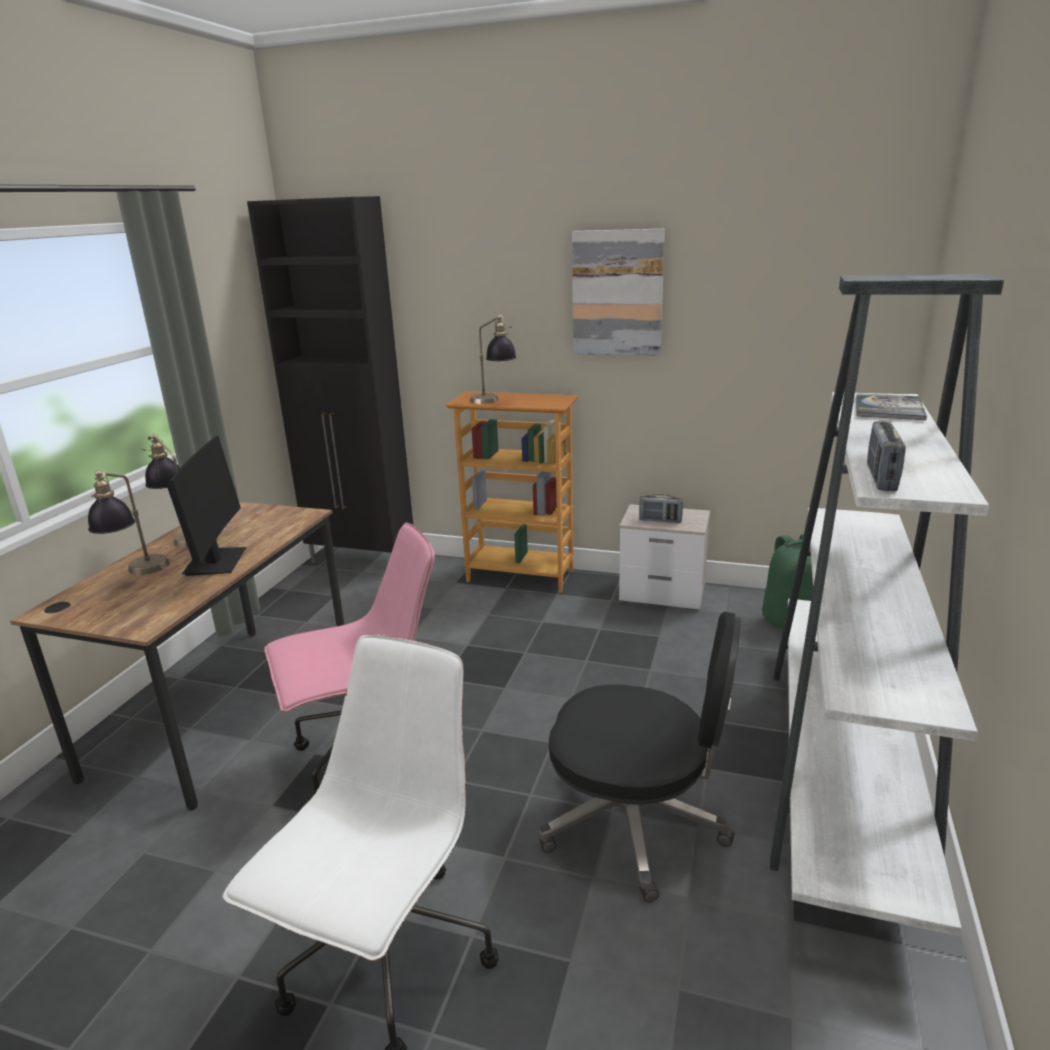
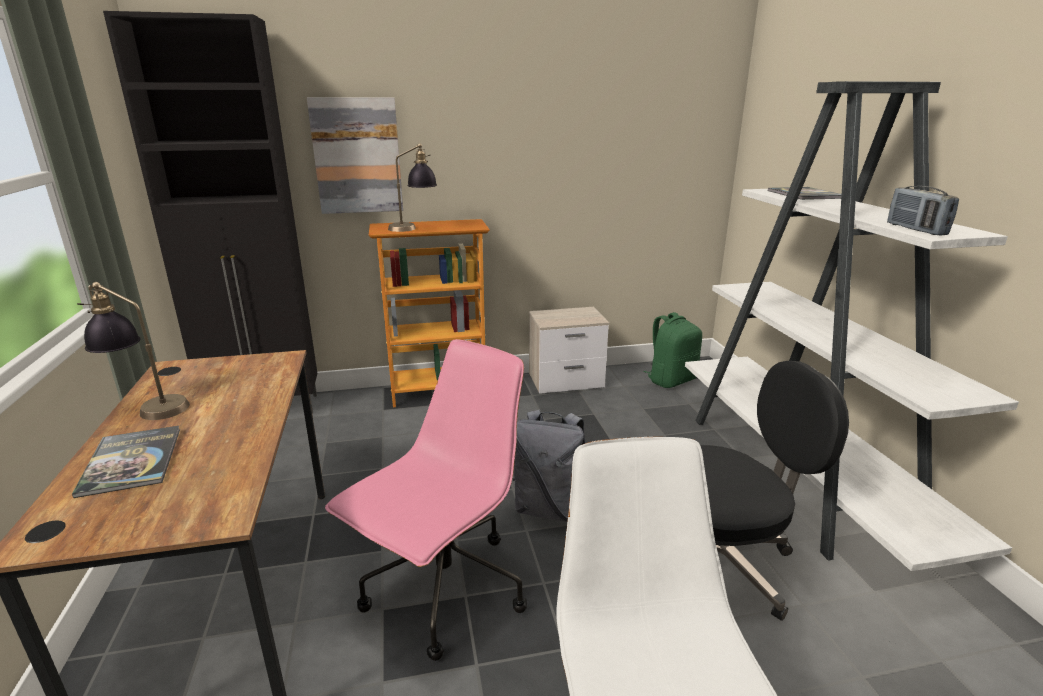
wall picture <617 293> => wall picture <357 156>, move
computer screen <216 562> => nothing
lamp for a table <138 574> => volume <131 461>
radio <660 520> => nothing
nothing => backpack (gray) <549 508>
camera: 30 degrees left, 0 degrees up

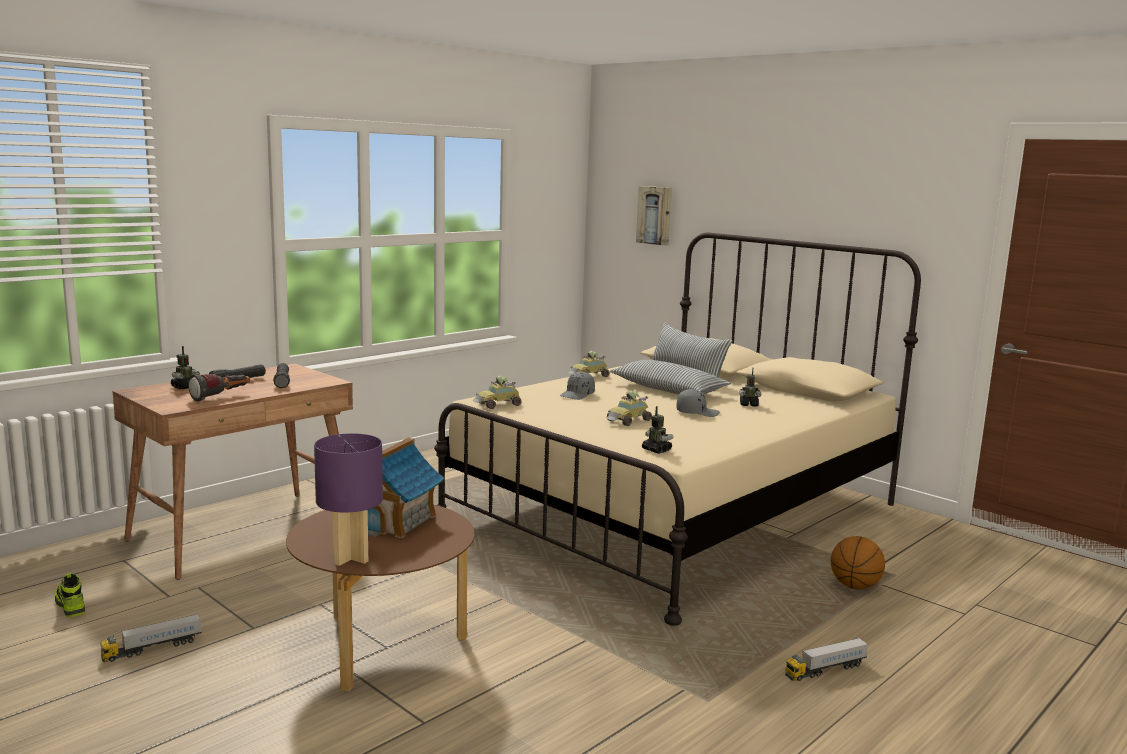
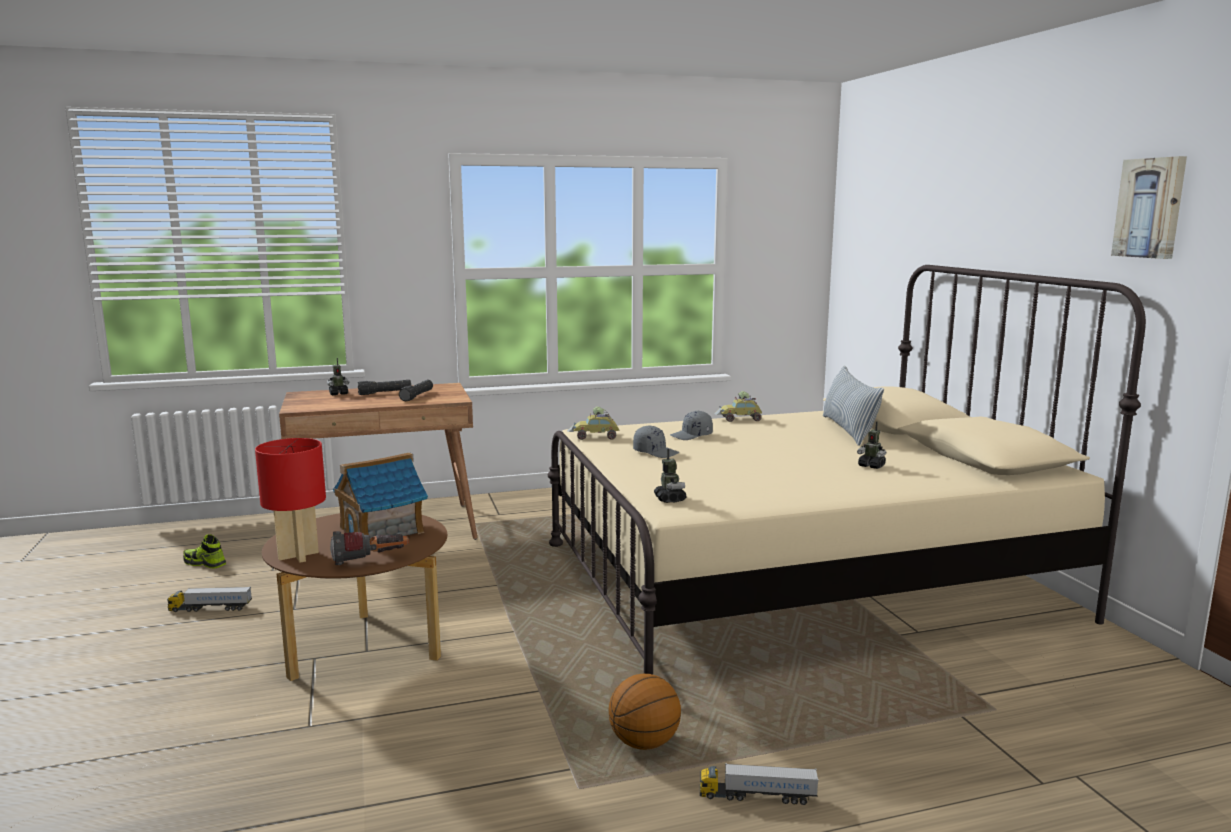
wall picture <655 215> => wall picture <1151 208>, move
cushion <668 390> => nothing
flashlight <221 397> => flashlight <371 560>, move
cap (gray) <697 413> => cap (gray) <655 452>, move
miniature car <628 421> => nothing
lamp for a table (purple-coloured) <351 558> => lamp for a table (red) <299 555>
ball for basketball <855 586> => ball for basketball <644 743>, move
low shoe <70 606> => low shoe <205 563>, 60 degrees counterclockwise
camera: 30 degrees right, 0 degrees up

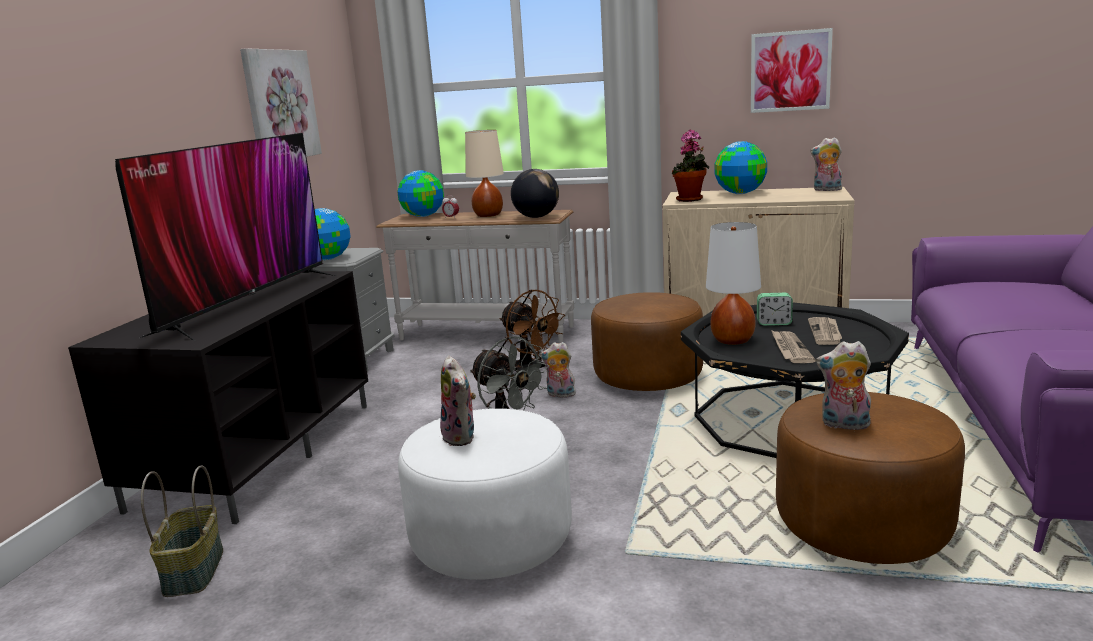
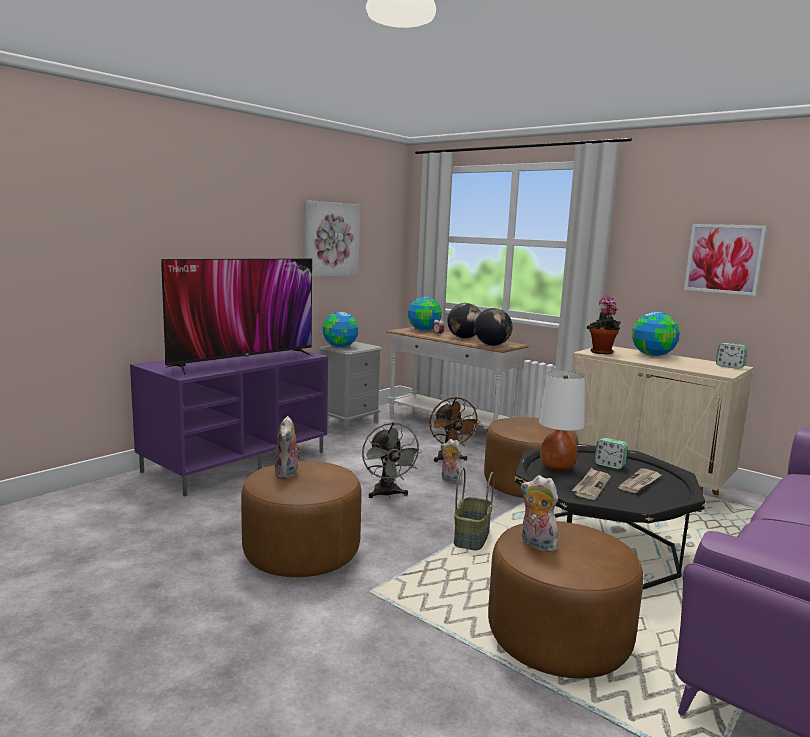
lamp for a table (sand-coloured) <488 215> => desk globe <464 338>
soft toy <826 190> => table clock <729 366>
tv stand (black-coloured) <258 452> => tv stand (purple-coloured) <237 461>
footrest (whitish) <491 539> => footrest (brown) <301 553>
household basket <195 571> => household basket <472 538>, move
camera: 25 degrees right, 5 degrees down

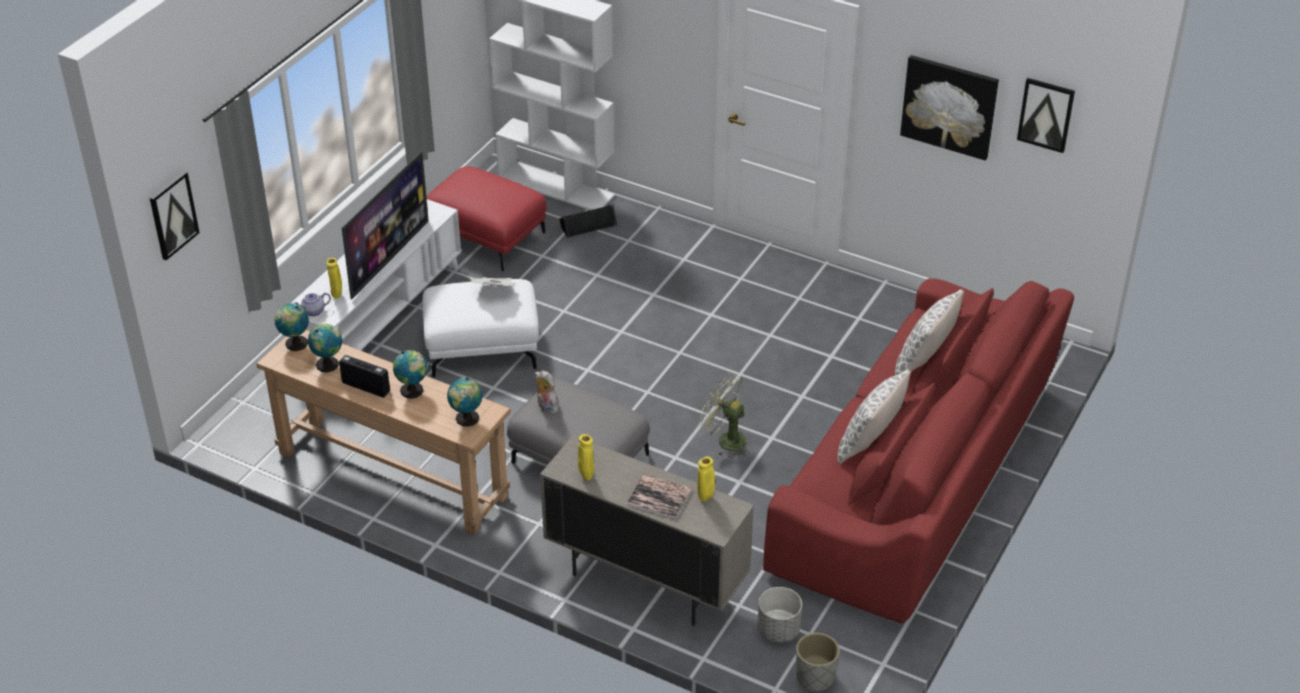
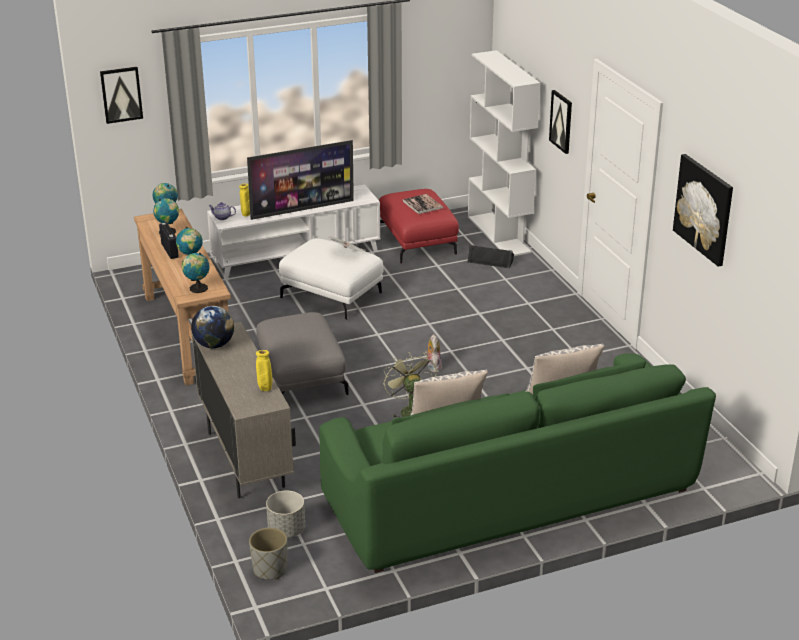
wall picture <1046 114> => wall picture <561 121>, move
settee (red) <917 479> => settee (green) <510 496>
soft toy <546 407> => soft toy <432 367>, move
flower vase (yellow) <586 476> => desk globe <214 345>
volume <659 497> => volume <422 204>, move
camera: 40 degrees right, 10 degrees down

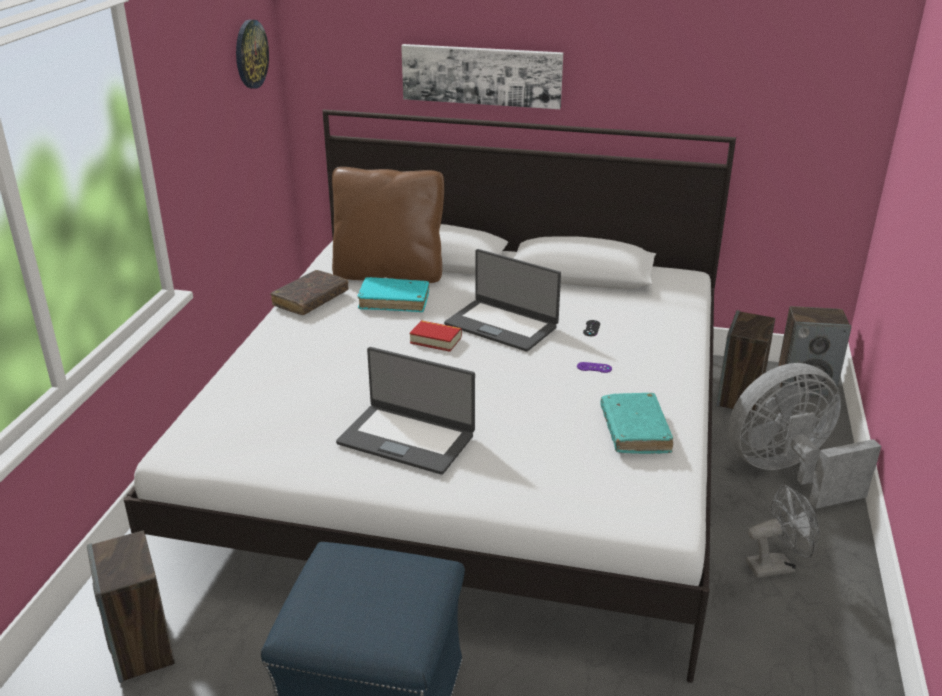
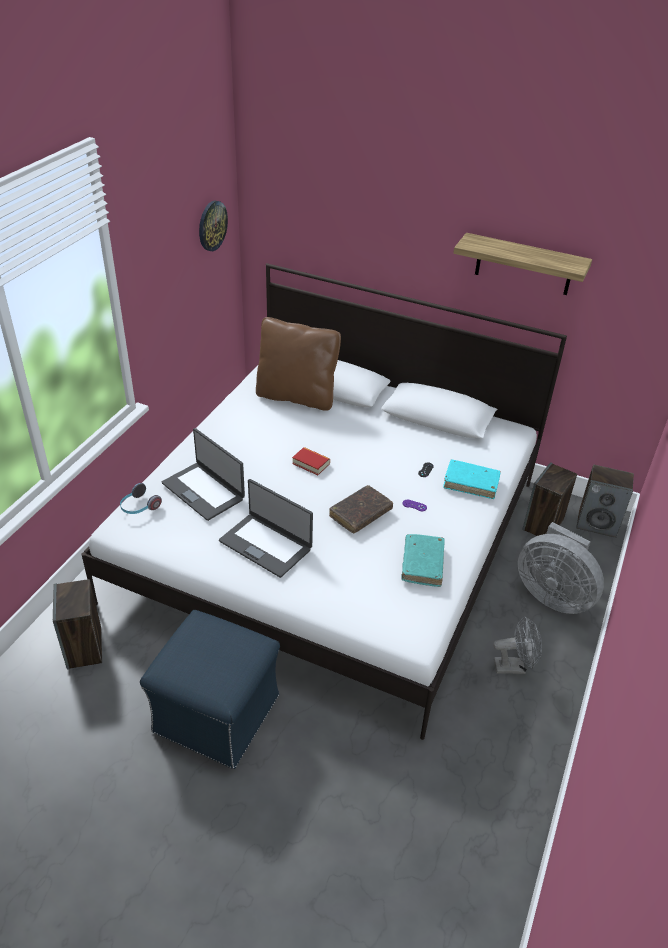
wall picture <482 75> => nothing
notebook computer <502 325> => notebook computer <204 491>, move
volume (brown) <310 299> => volume (brown) <360 514>, move
volume (turquoise-coloured) <394 301> => volume (turquoise-coloured) <471 483>, move
electric fan (gray) <788 473> => electric fan (gray) <553 595>, 135 degrees counterclockwise
nothing => bracket shelf <524 265>
nothing => pair of headphones <139 507>
camera: 10 degrees right, 10 degrees up

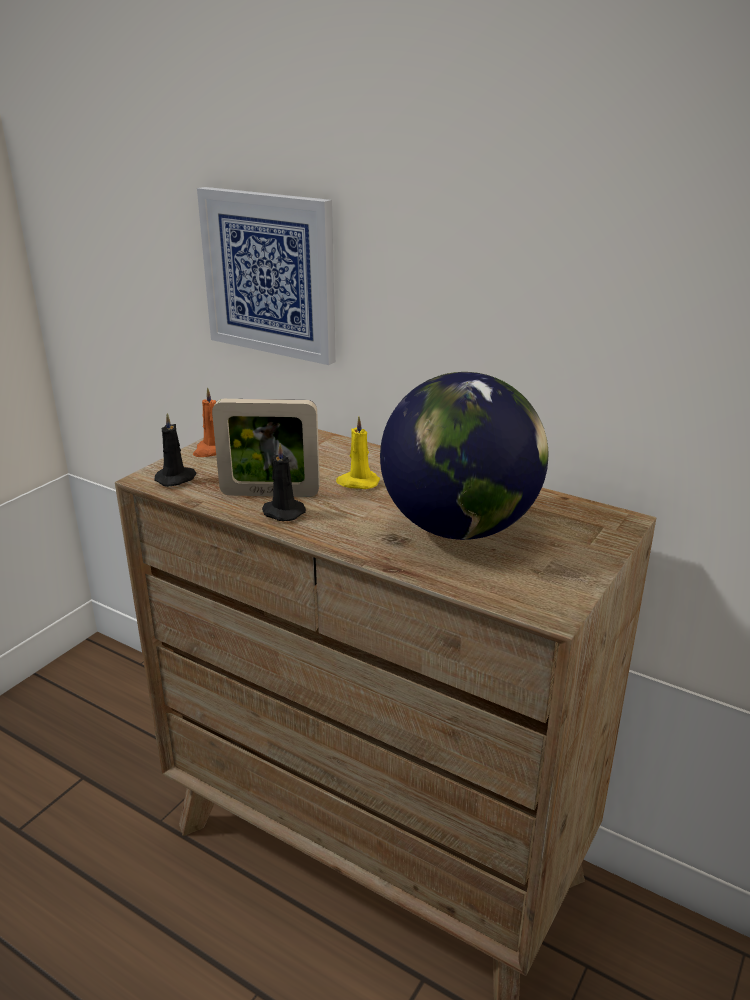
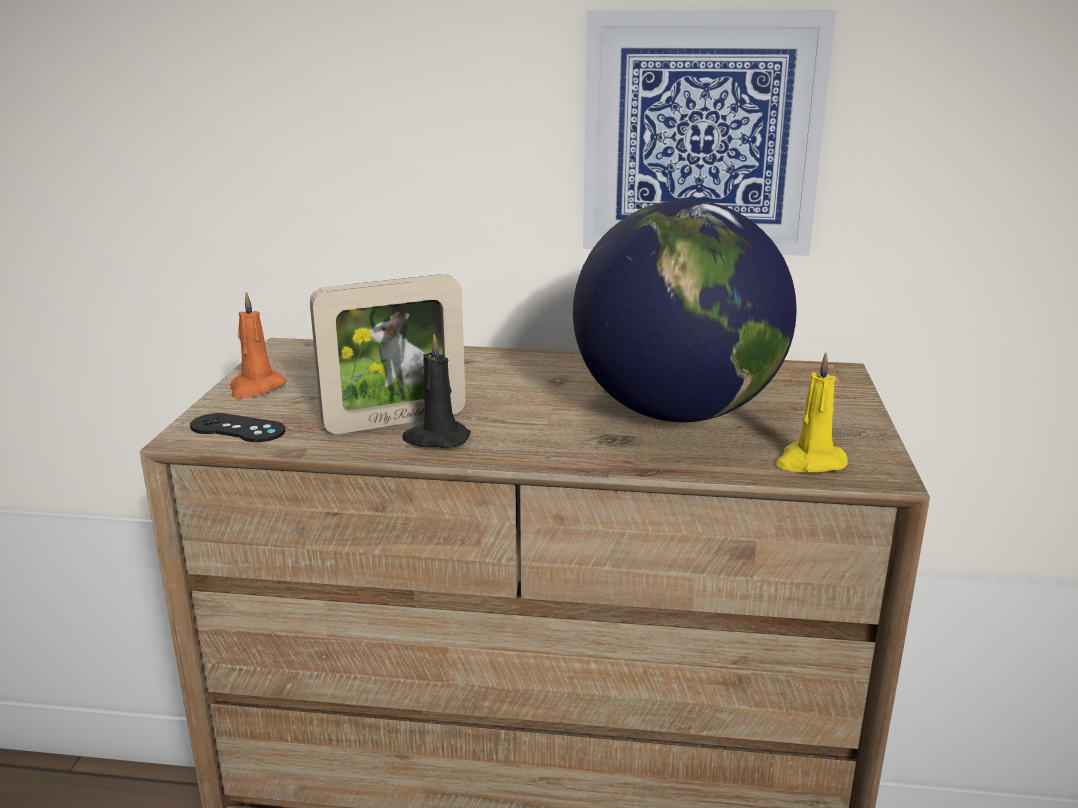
wall picture <270 274> => wall picture <701 134>, move
candle (black-coloured) <177 478> => gamepad (black-coloured) <237 428>
candle (yellow) <357 482> => candle (yellow) <809 462>, move
camera: 25 degrees left, 5 degrees down

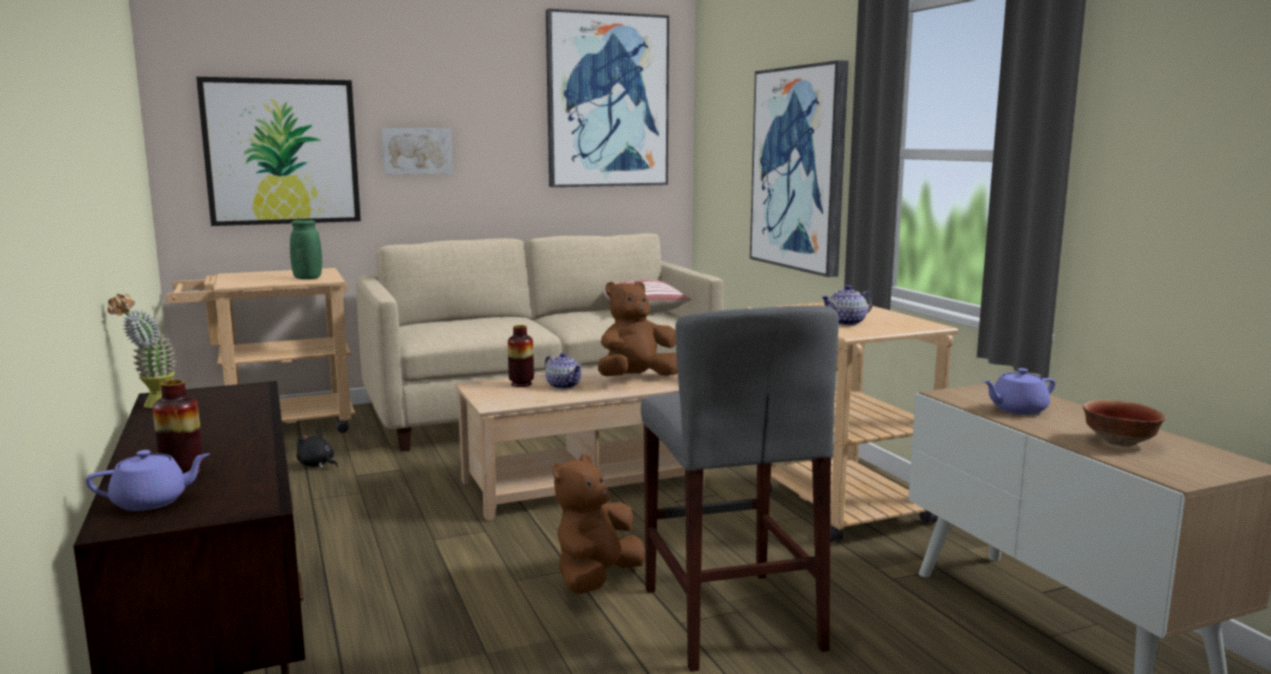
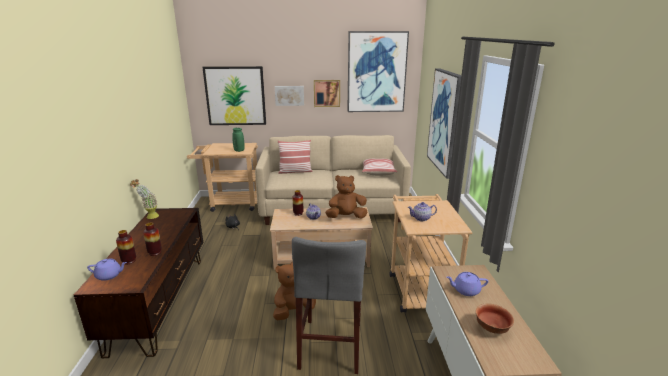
nothing => wall picture <326 93>
nothing => cushion <295 171>
nothing => flower vase <155 253>
camera: 20 degrees right, 10 degrees up

